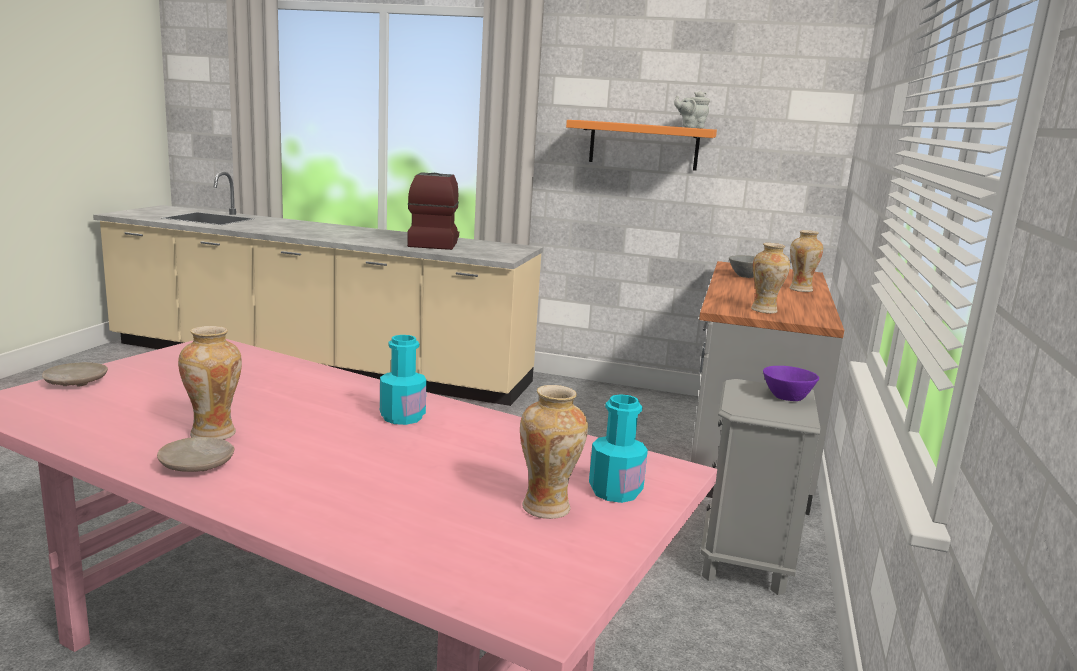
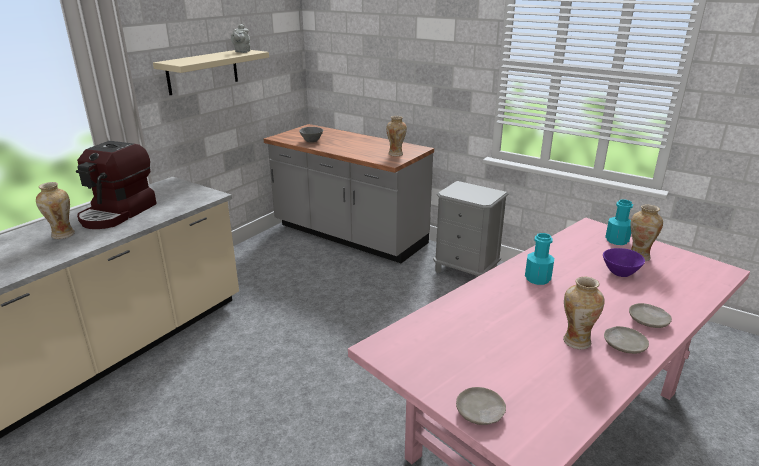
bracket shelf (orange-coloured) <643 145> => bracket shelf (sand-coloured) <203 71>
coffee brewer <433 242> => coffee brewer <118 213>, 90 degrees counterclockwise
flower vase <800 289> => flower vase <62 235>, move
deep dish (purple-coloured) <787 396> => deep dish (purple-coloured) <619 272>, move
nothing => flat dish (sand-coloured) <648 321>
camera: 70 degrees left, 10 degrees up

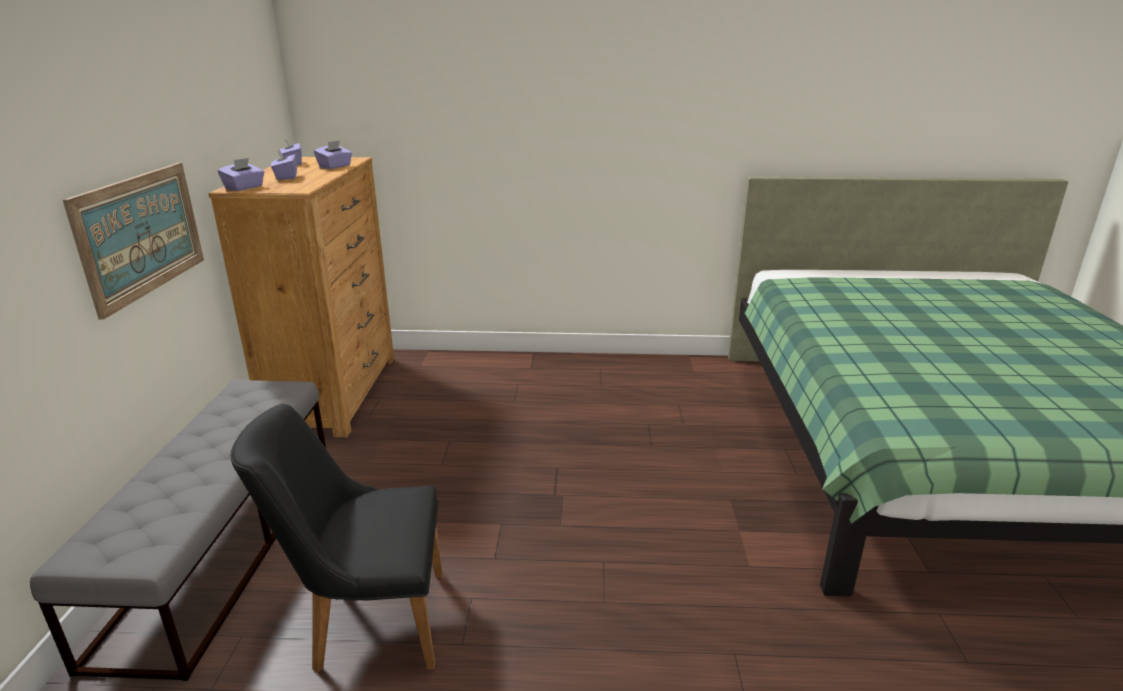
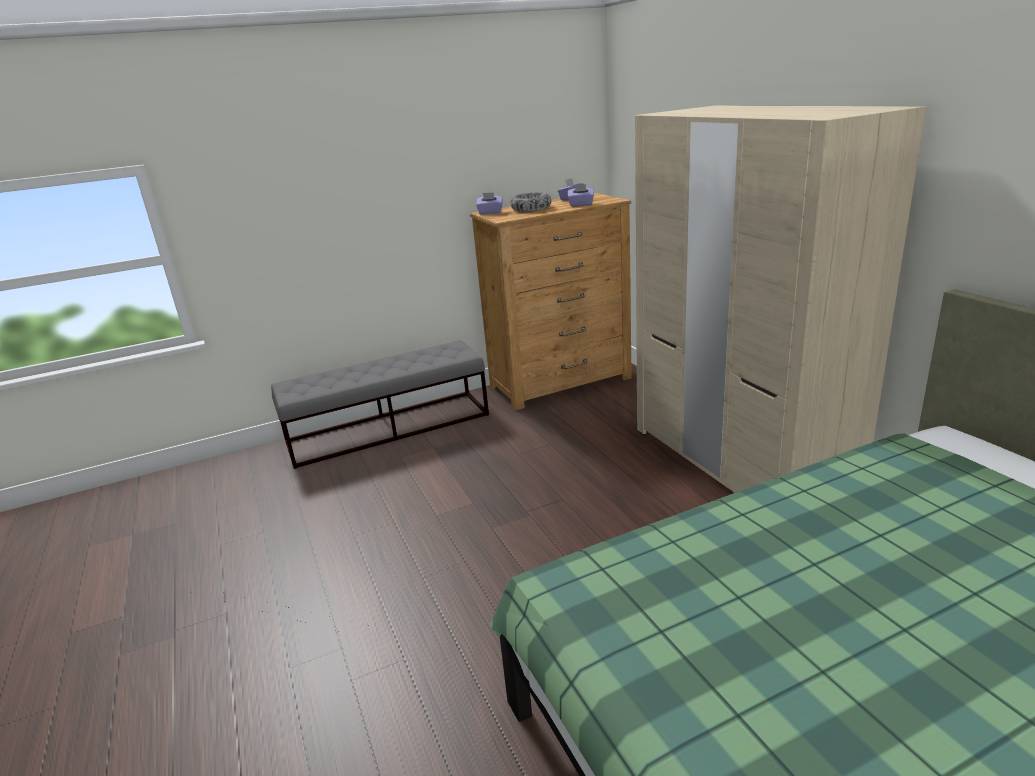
tissue holder (purple-coloured) <286 177> => deep dish <531 208>
wall picture <141 234> => nothing
plain chair (black-coloured) <367 622> => nothing
nothing => clothes cupboard (sand-coloured) <737 462>
camera: 65 degrees right, 0 degrees up

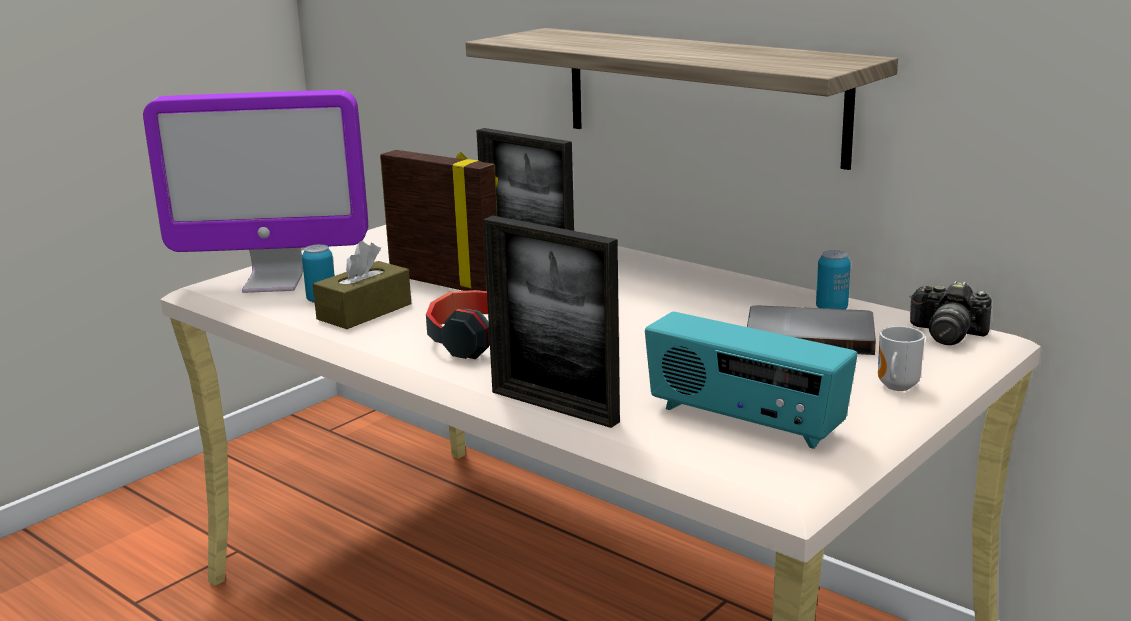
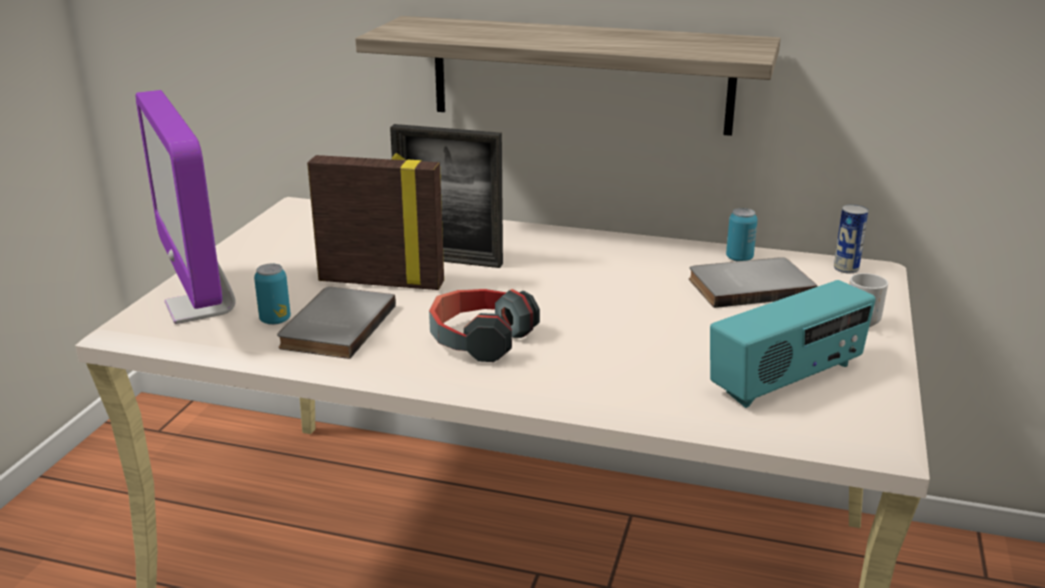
computer screen <273 282> => computer screen <200 307>, 90 degrees clockwise
photo frame <554 406> => nothing
tissue holder (brown) <364 311> => volume (gray) <334 326>
photo camera <947 334> => sealed can <846 269>
radio <744 422> => radio <787 380>, 45 degrees counterclockwise
camera: 25 degrees left, 5 degrees up

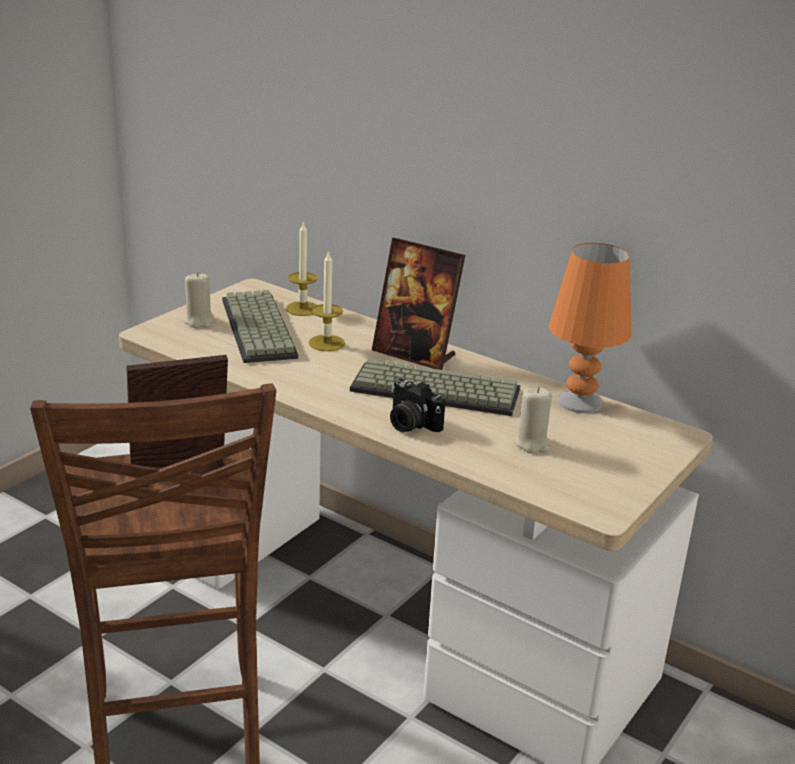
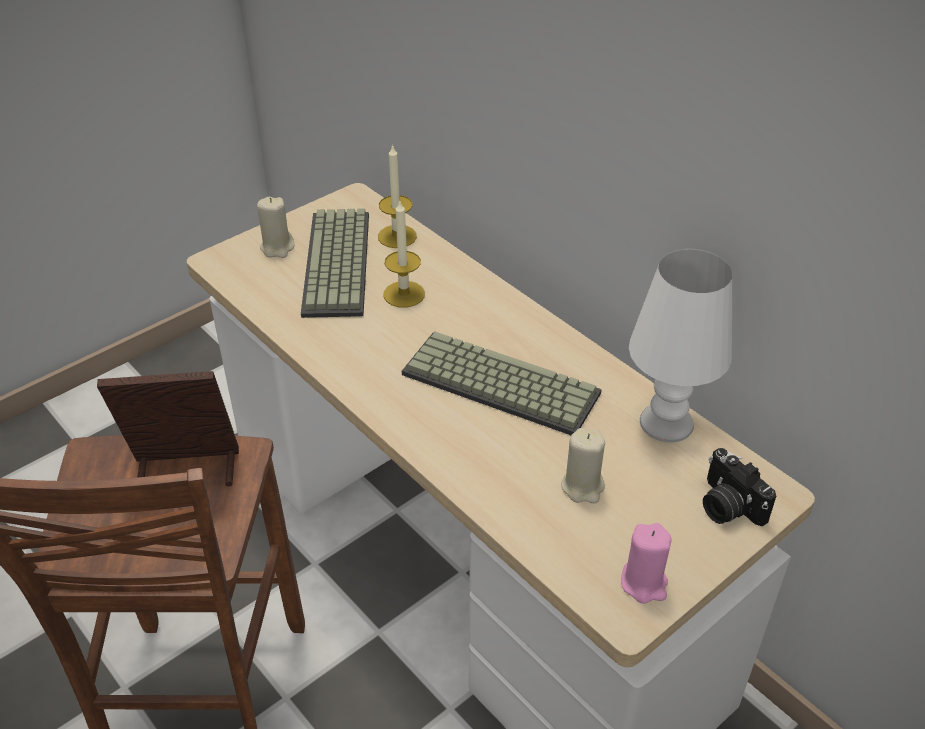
photo frame <414 354> => nothing
lamp for a table (orange-coloured) <579 402> => lamp for a table (whitish) <666 423>
photo camera <410 424> => photo camera <727 506>, move
nothing => candle (pinkish) <644 583>
camera: 15 degrees right, 15 degrees up

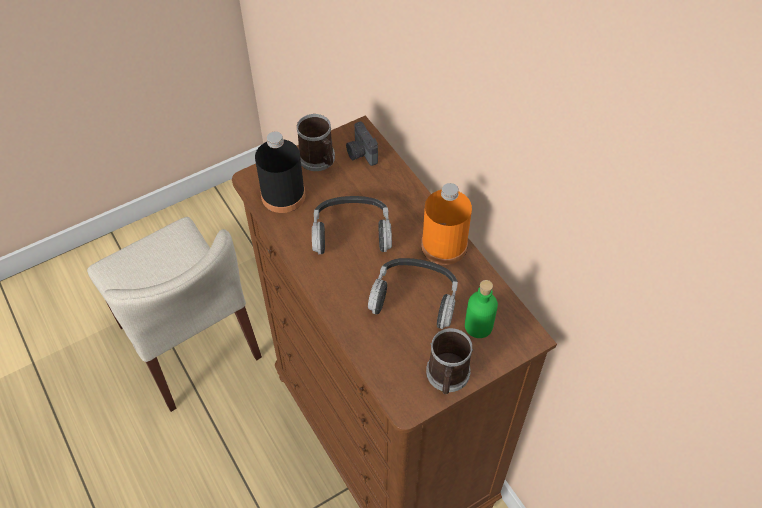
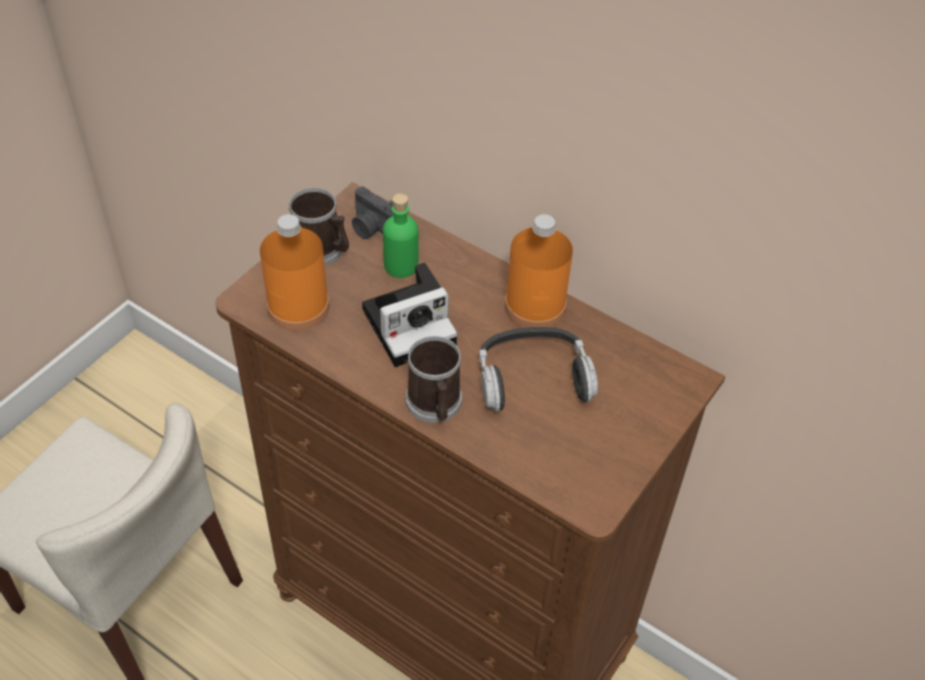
drink bottle (black-coloured) <283 195> => drink bottle (orange-coloured) <298 307>
pair of headphones <351 232> => photo camera <412 324>
drink bottle (green) <478 326> => drink bottle (green) <401 266>, move
coffee mug <447 377> => coffee mug <435 405>, move
camera: 25 degrees left, 5 degrees down

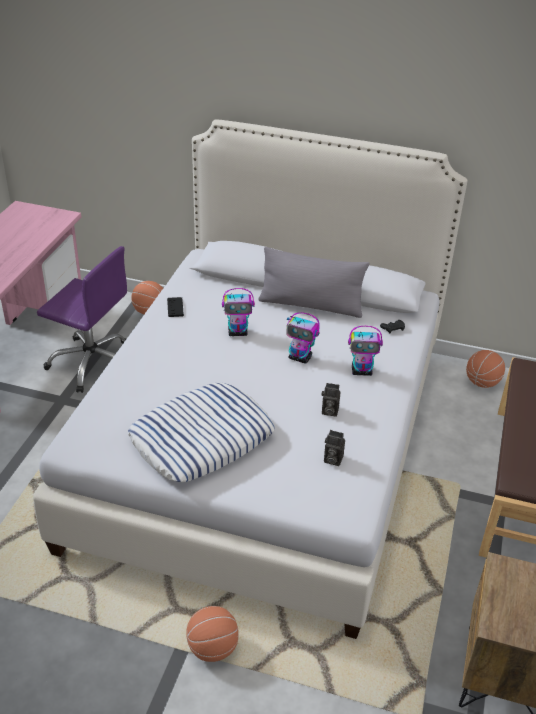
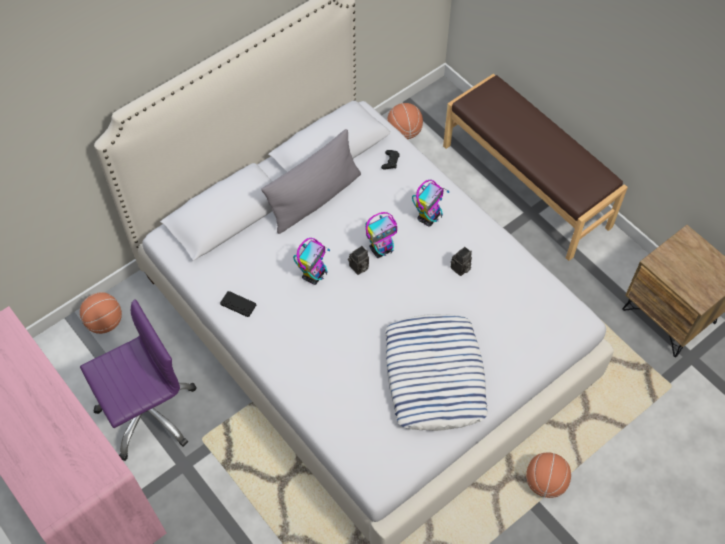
photo camera <332 459> => photo camera <359 268>, move
camera: 55 degrees left, 20 degrees up

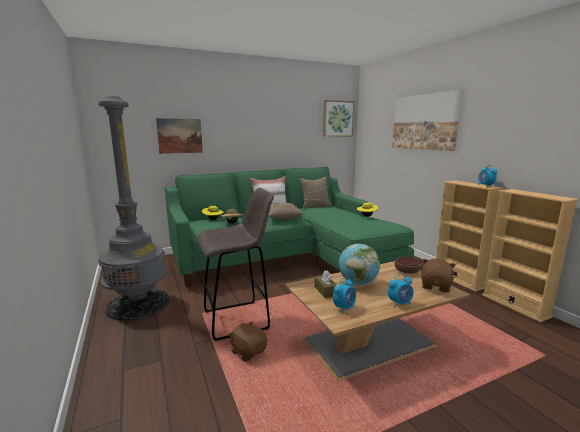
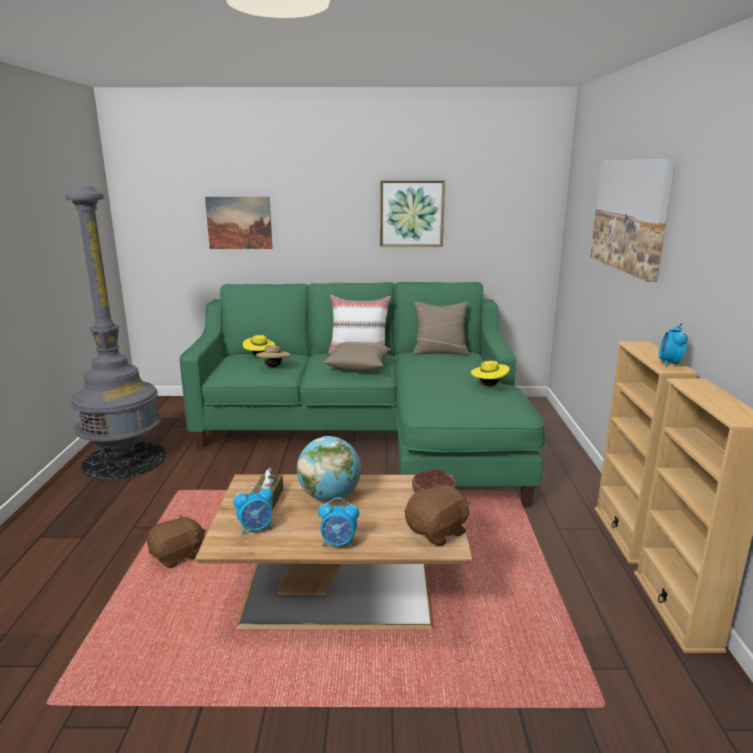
wall picture <338 118> => wall picture <411 213>, move
sitting stool (gray) <238 320> => nothing
soft toy (brown) <248 351> => soft toy (brown) <178 556>, 75 degrees clockwise
camera: 25 degrees right, 5 degrees up

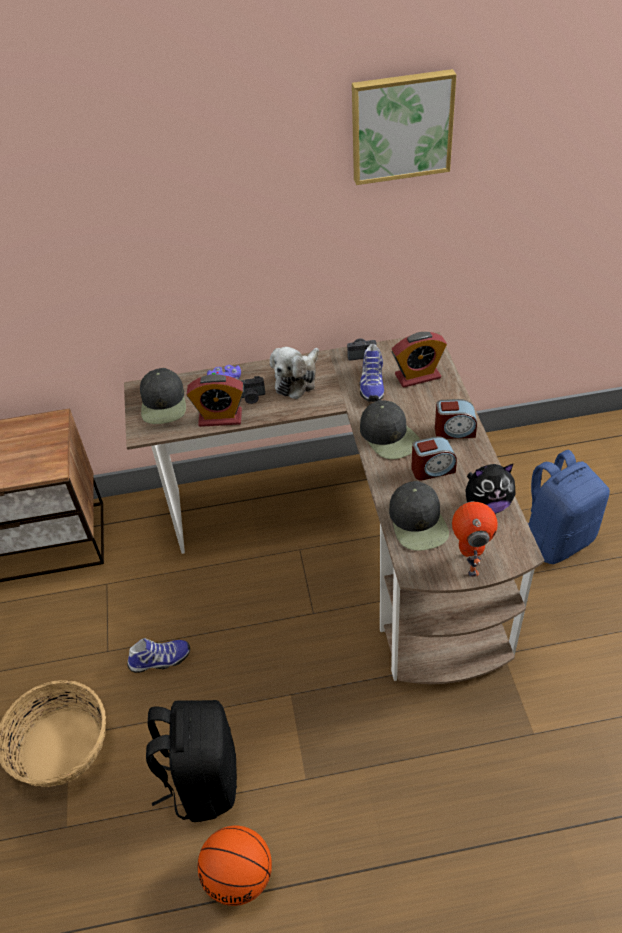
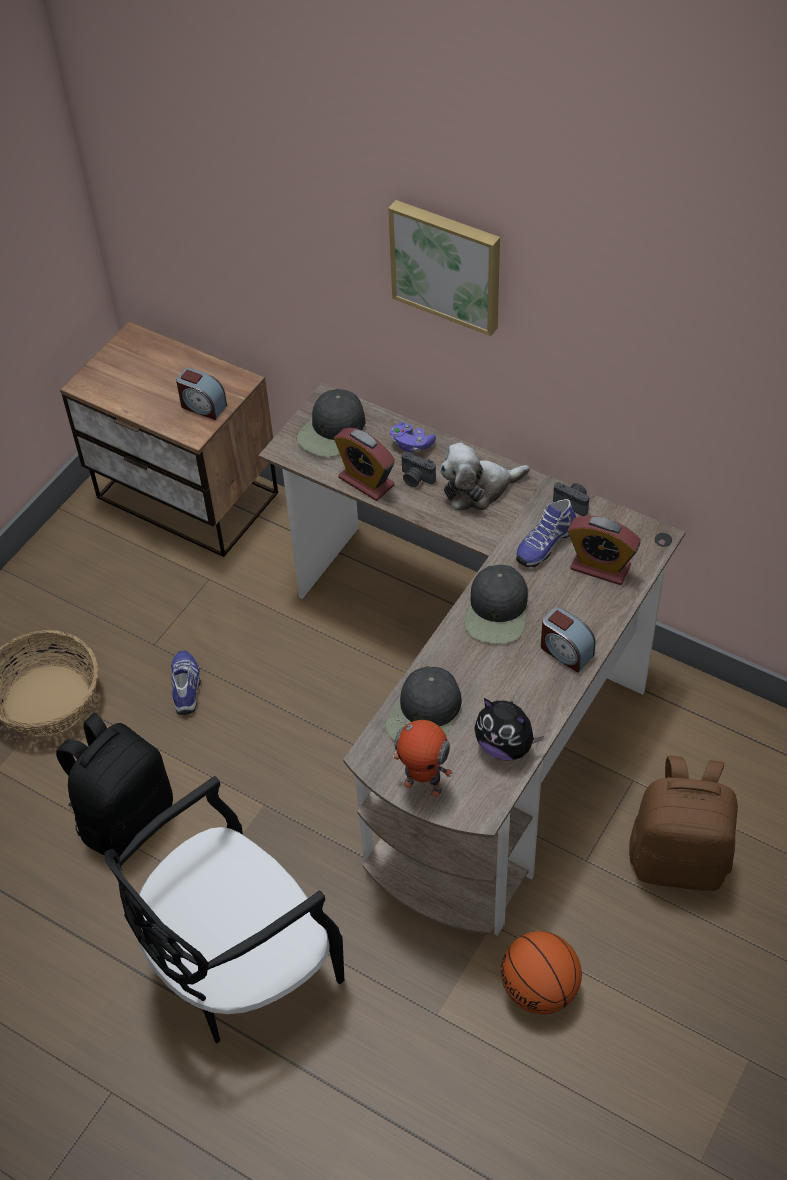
wall picture <401 126> => wall picture <447 264>, move
table clock <432 469> => table clock <202 406>, move
backpack (bluish) <555 539> => backpack (brown) <679 859>
toy robot <468 563> => toy robot <423 785>, 75 degrees clockwise
low shoe <160 660> => low shoe <187 687>, 120 degrees counterclockwise
ball for basketball <240 876> => ball for basketball <540 989>, move
nothing => plain chair (black-coloured) <237 965>
camera: 40 degrees right, 5 degrees up

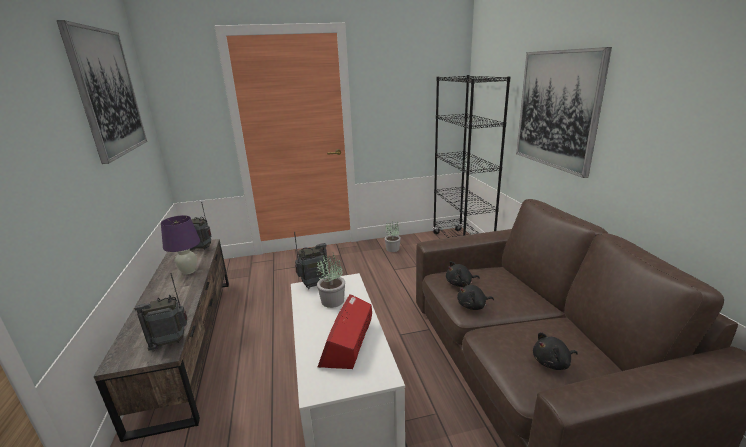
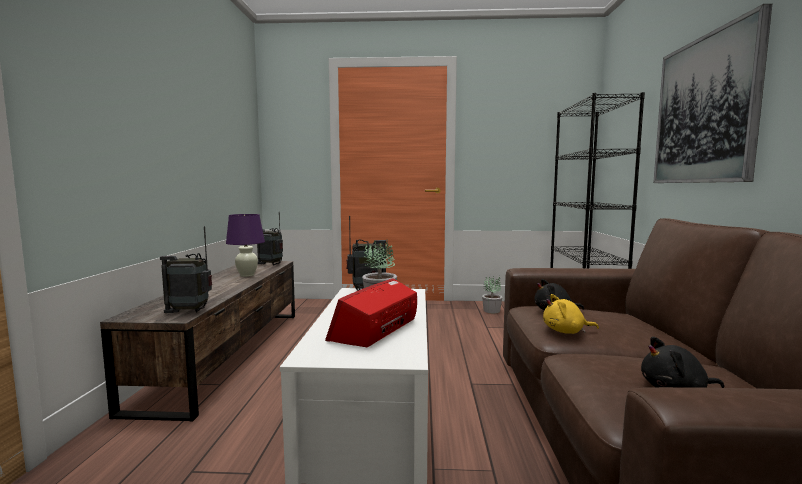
wall picture <107 93> => nothing
soft toy (black-coloured) <473 306> => soft toy (yellow) <566 331>
camera: 15 degrees right, 15 degrees down

